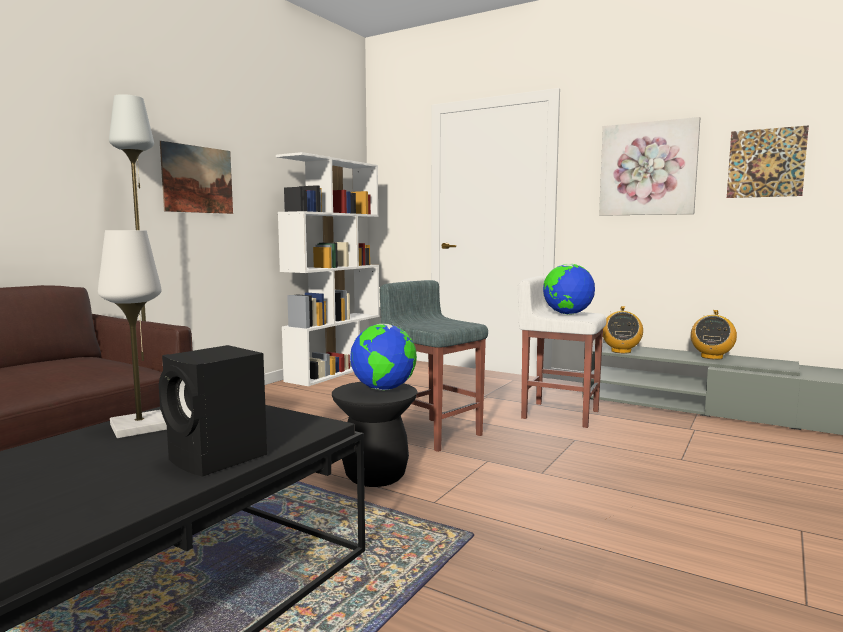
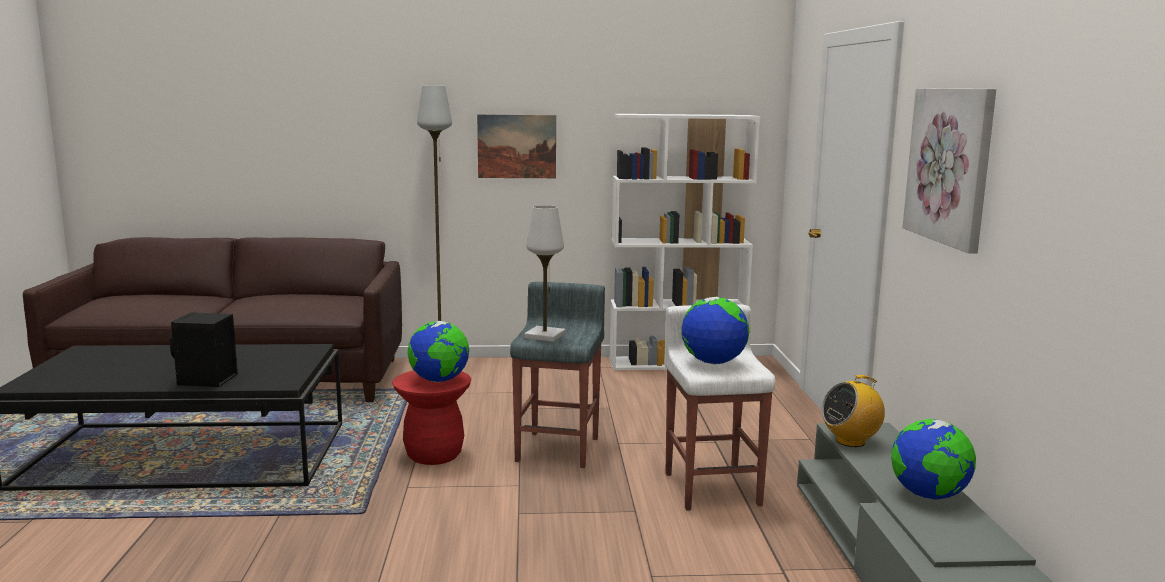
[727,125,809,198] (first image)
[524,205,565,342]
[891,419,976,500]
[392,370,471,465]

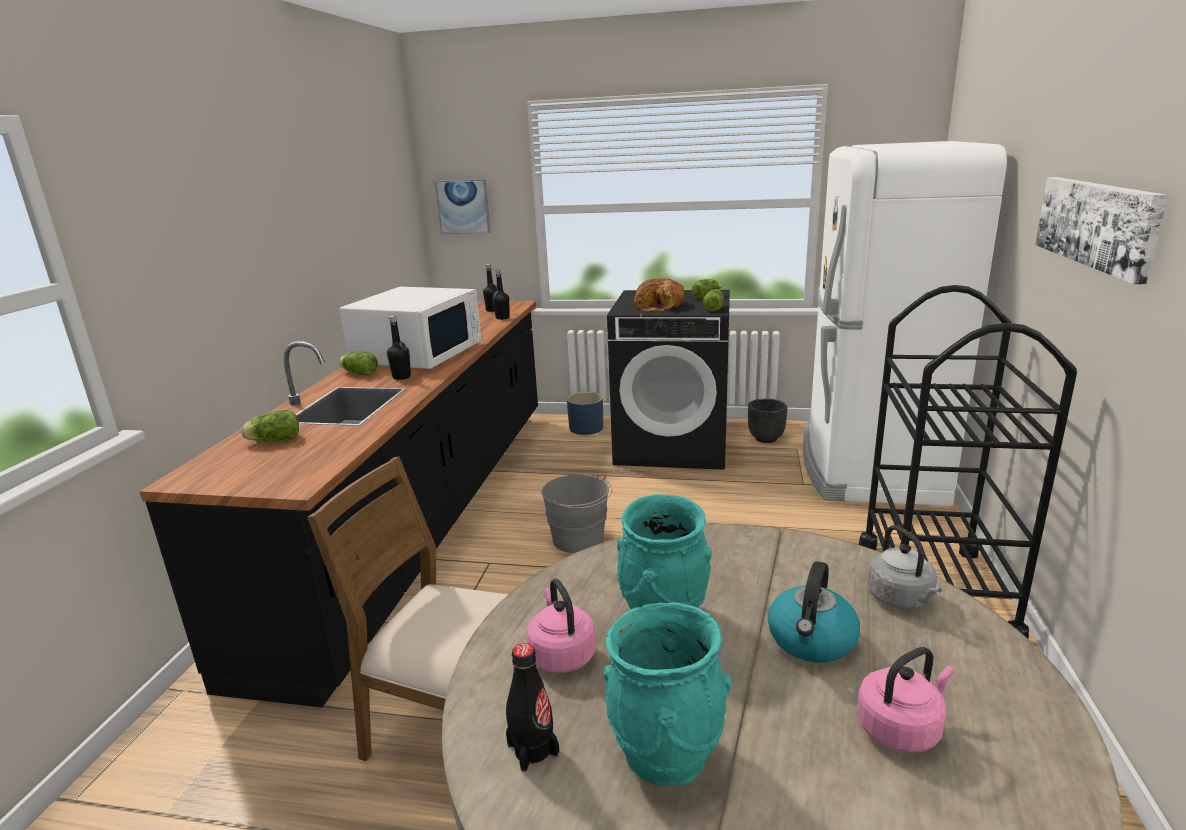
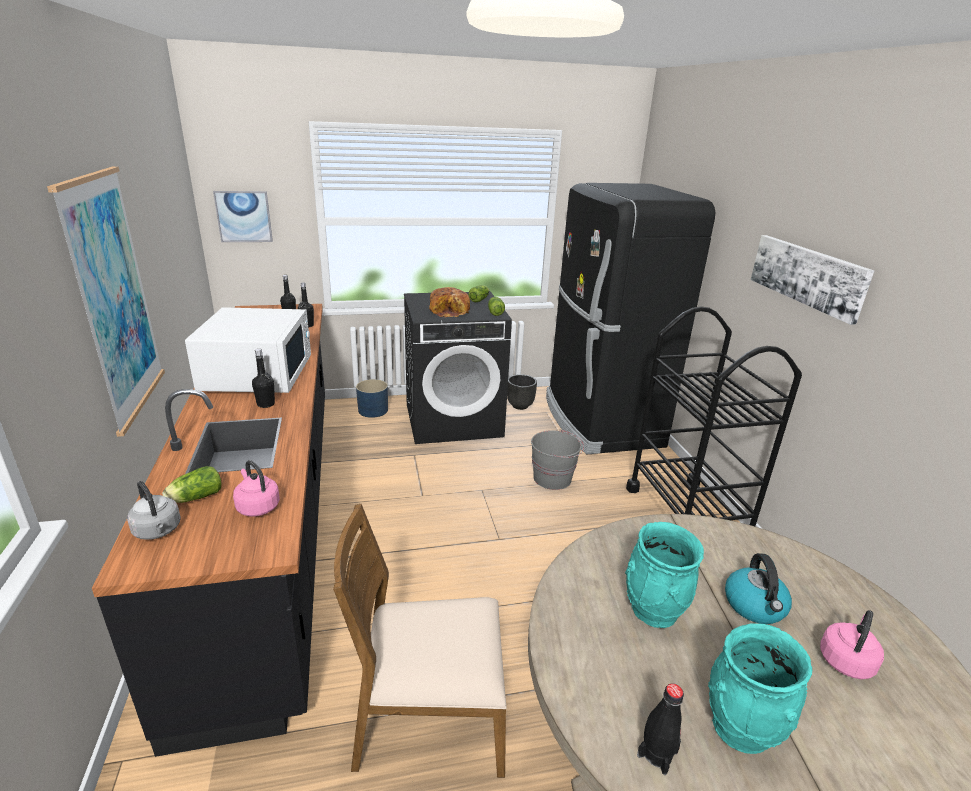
[546,183,715,454]
[339,352,378,376] (first image)
[531,430,584,490]
[127,481,181,540]
[233,460,280,517]
[47,167,165,437]

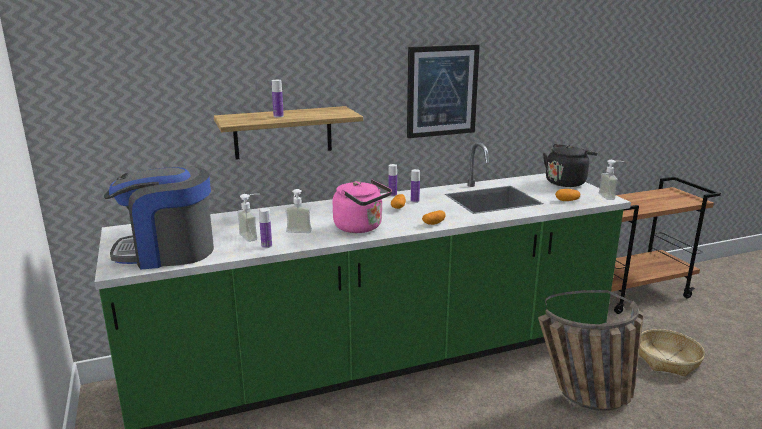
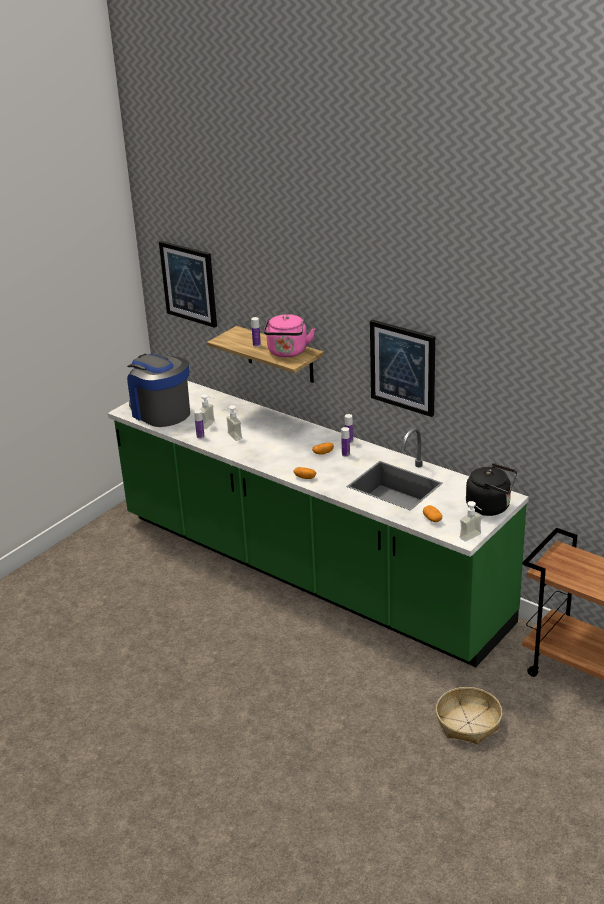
[264,314,315,357]
[538,290,643,411] (first image)
[159,241,217,328]

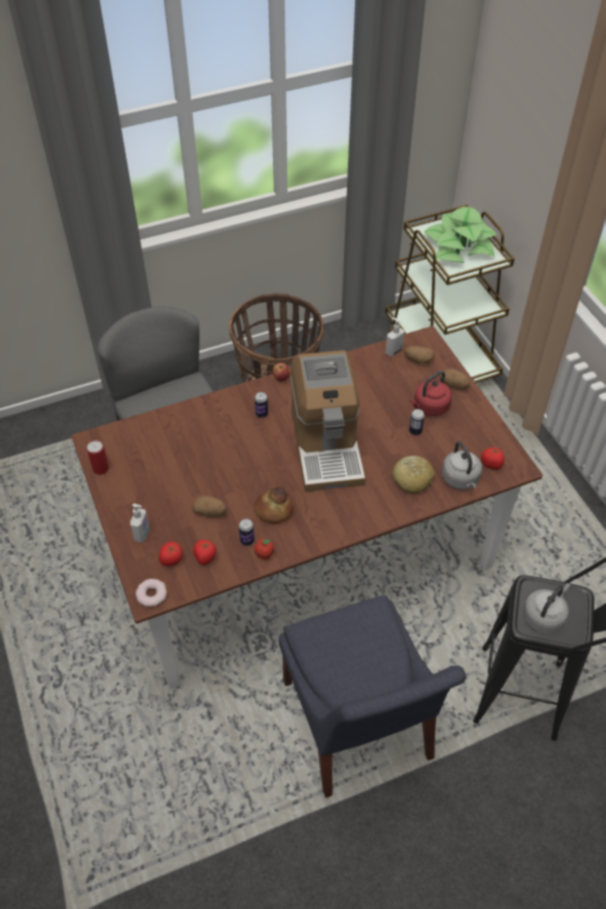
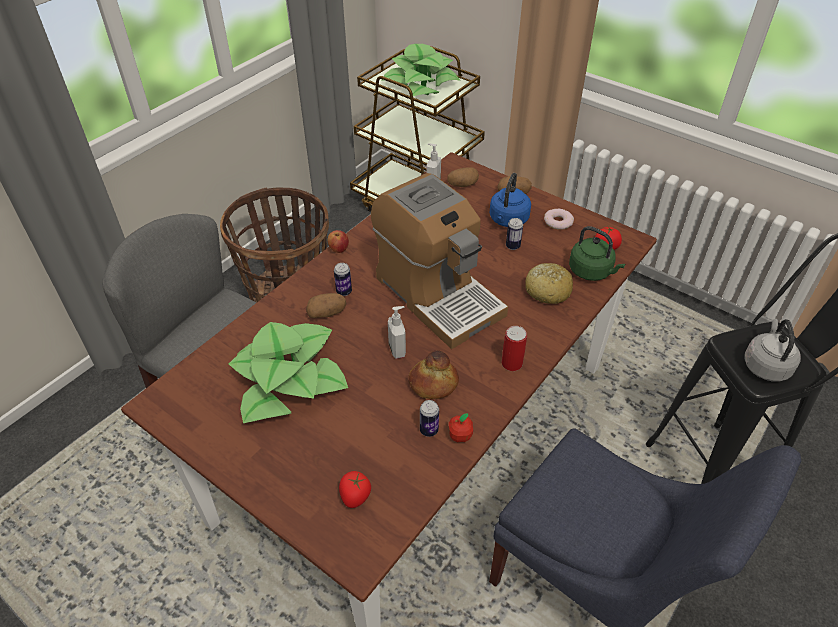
[490,173,531,227]
[502,326,527,371]
[569,226,625,281]
[306,293,347,318]
[388,306,406,359]
[193,539,216,565] (first image)
[544,209,574,230]
[229,322,348,423]

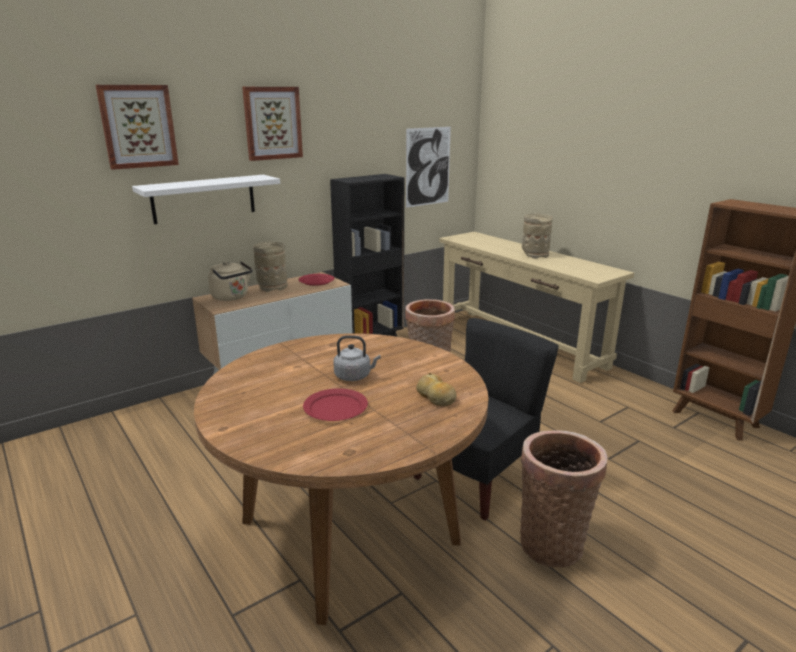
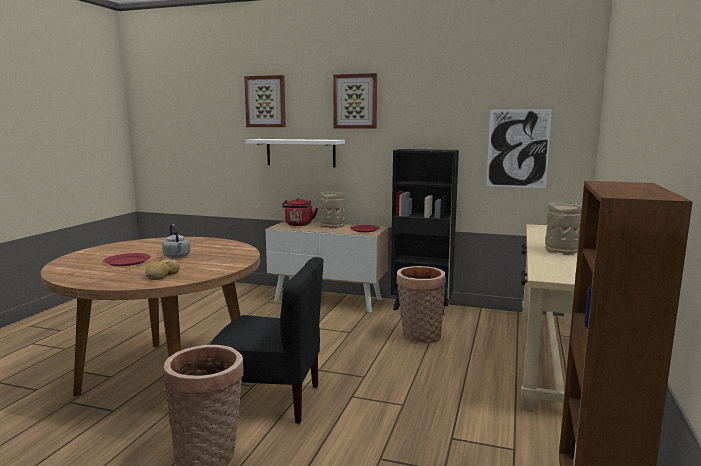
[282,198,318,226]

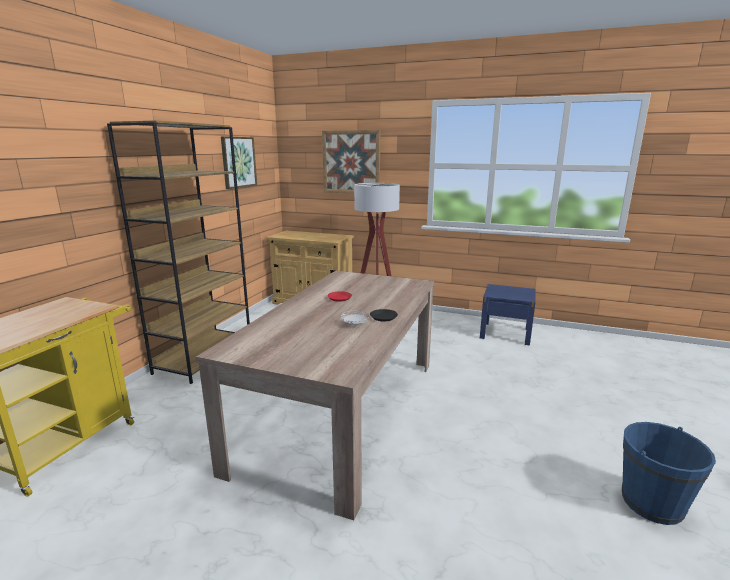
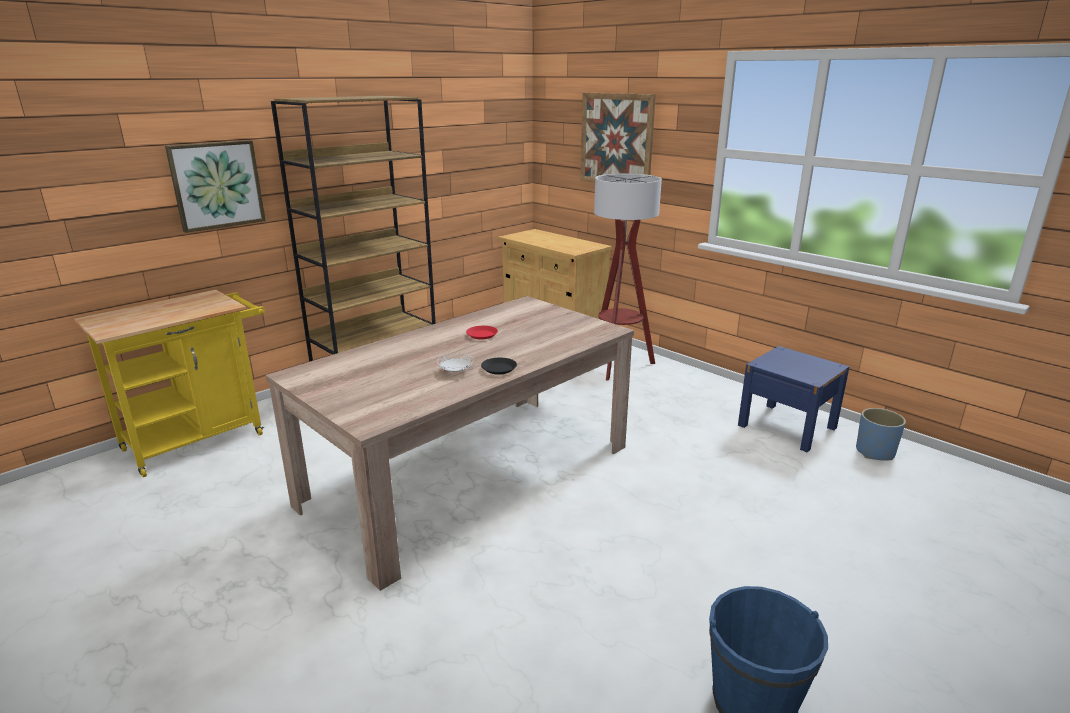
[165,140,266,233]
[856,408,906,460]

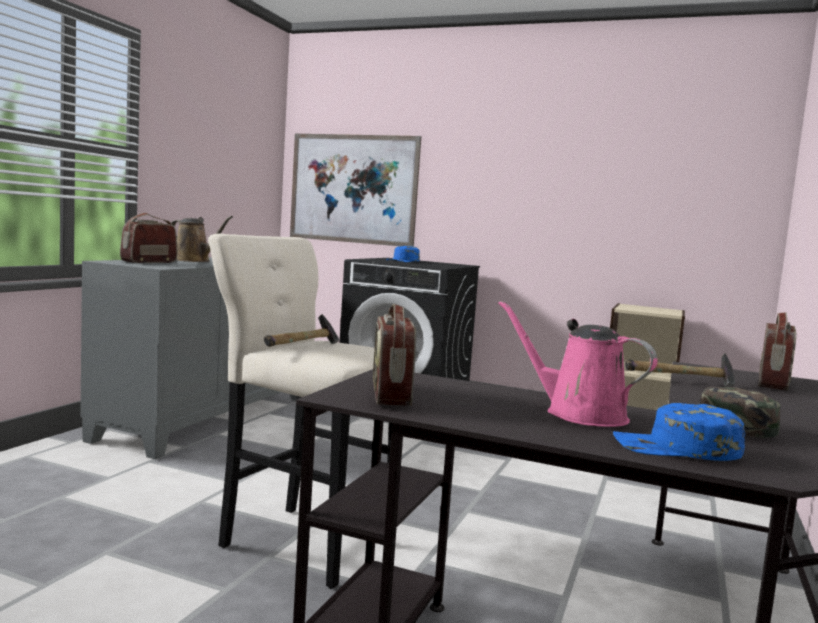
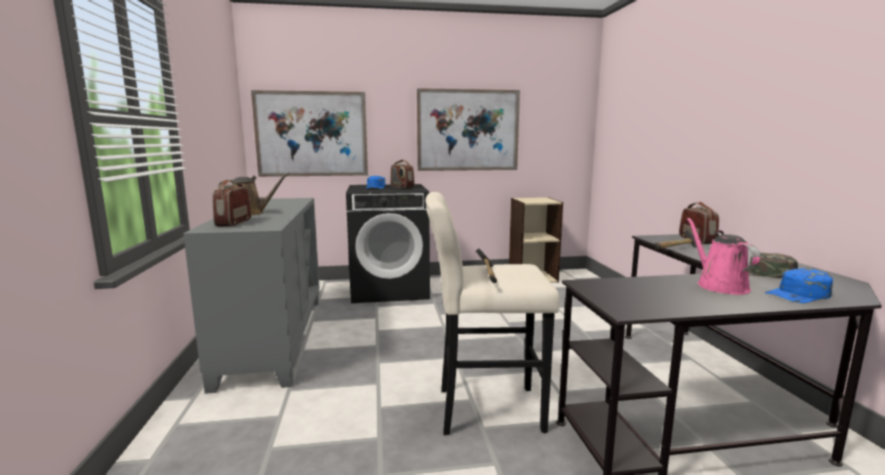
[687,218,760,295]
[390,160,415,189]
[417,88,520,171]

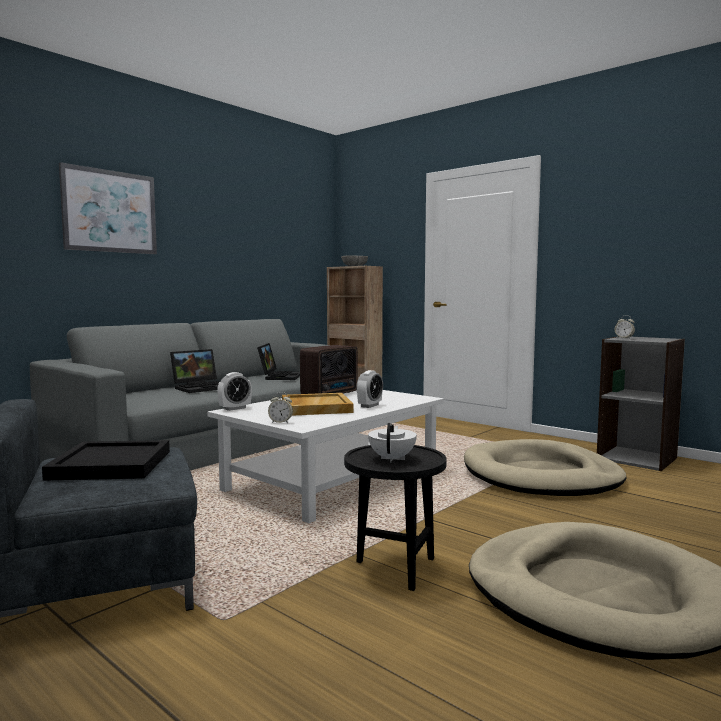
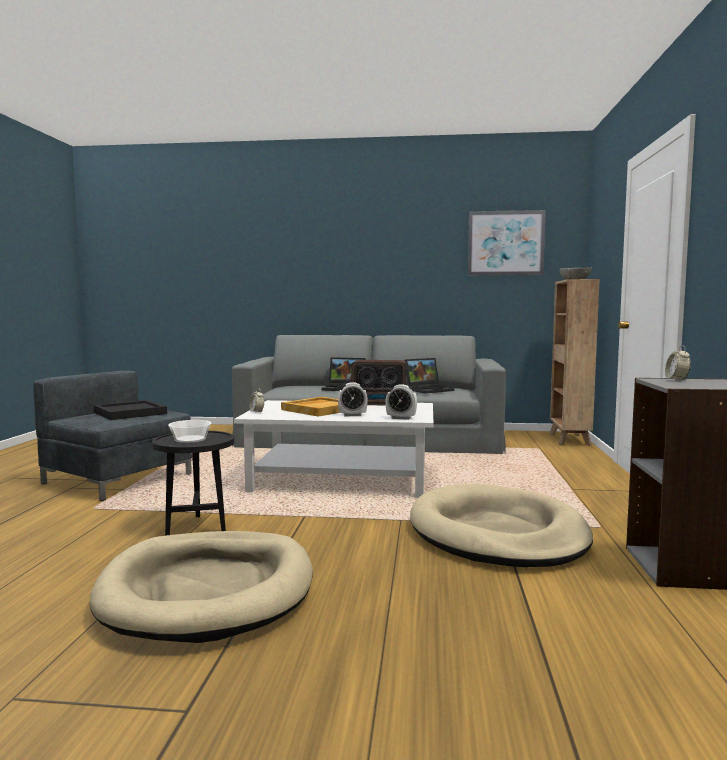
[468,210,546,275]
[385,384,417,420]
[168,420,211,443]

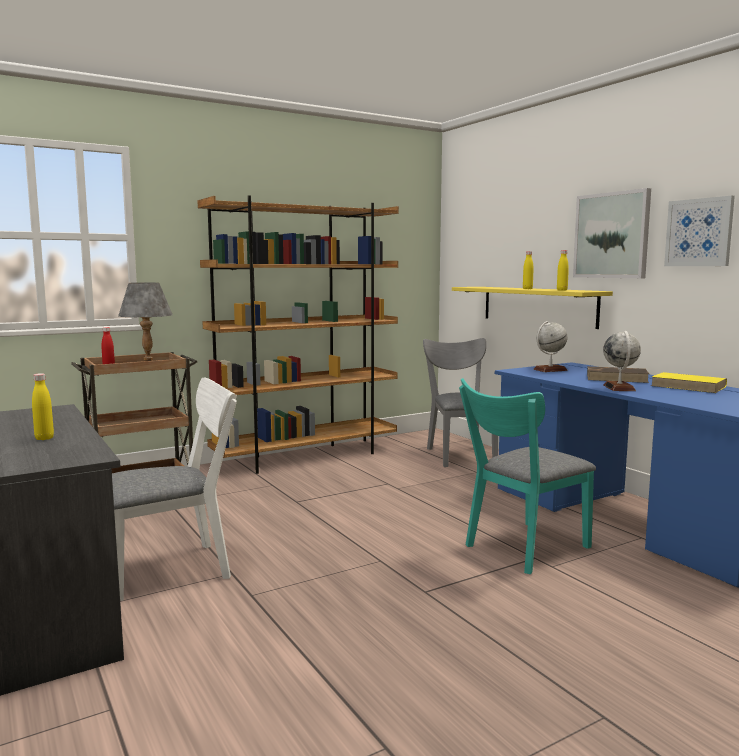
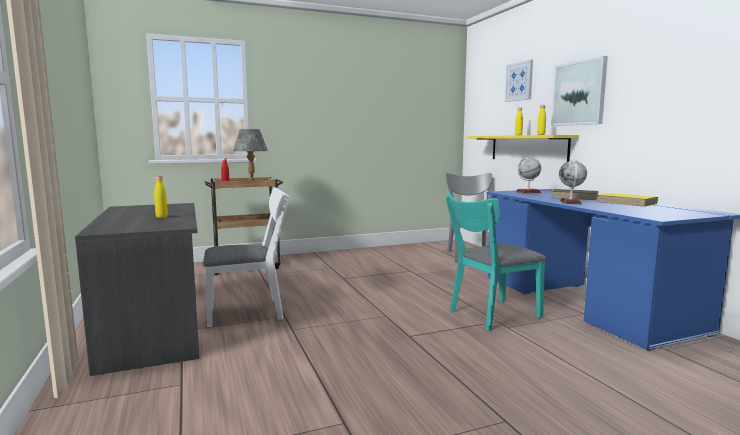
[197,195,399,474] (first image)
[505,60,533,102]

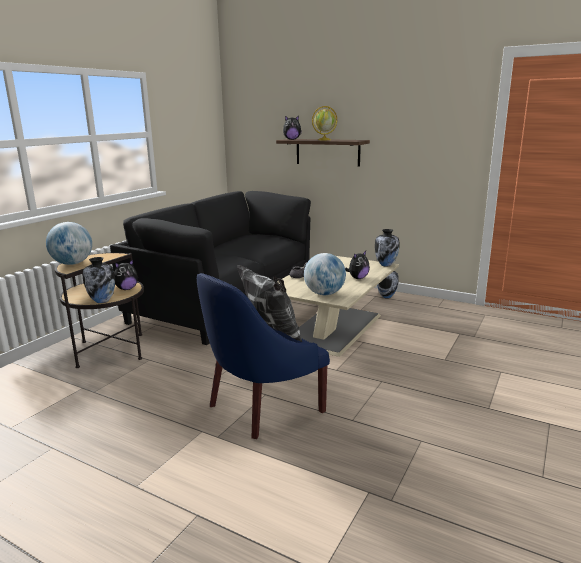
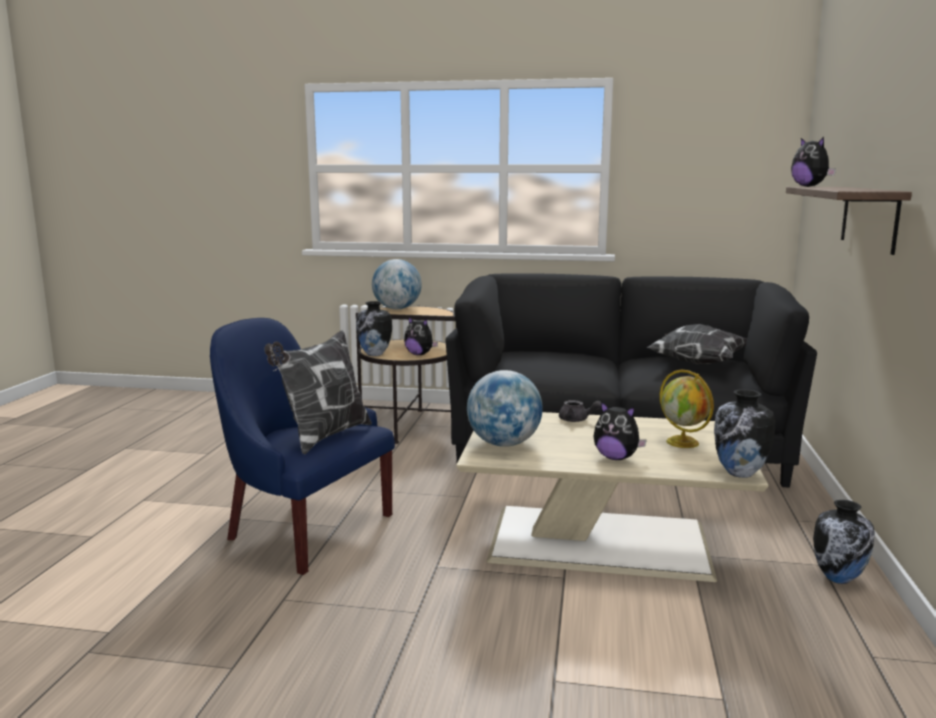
[660,370,714,448]
[647,324,747,364]

